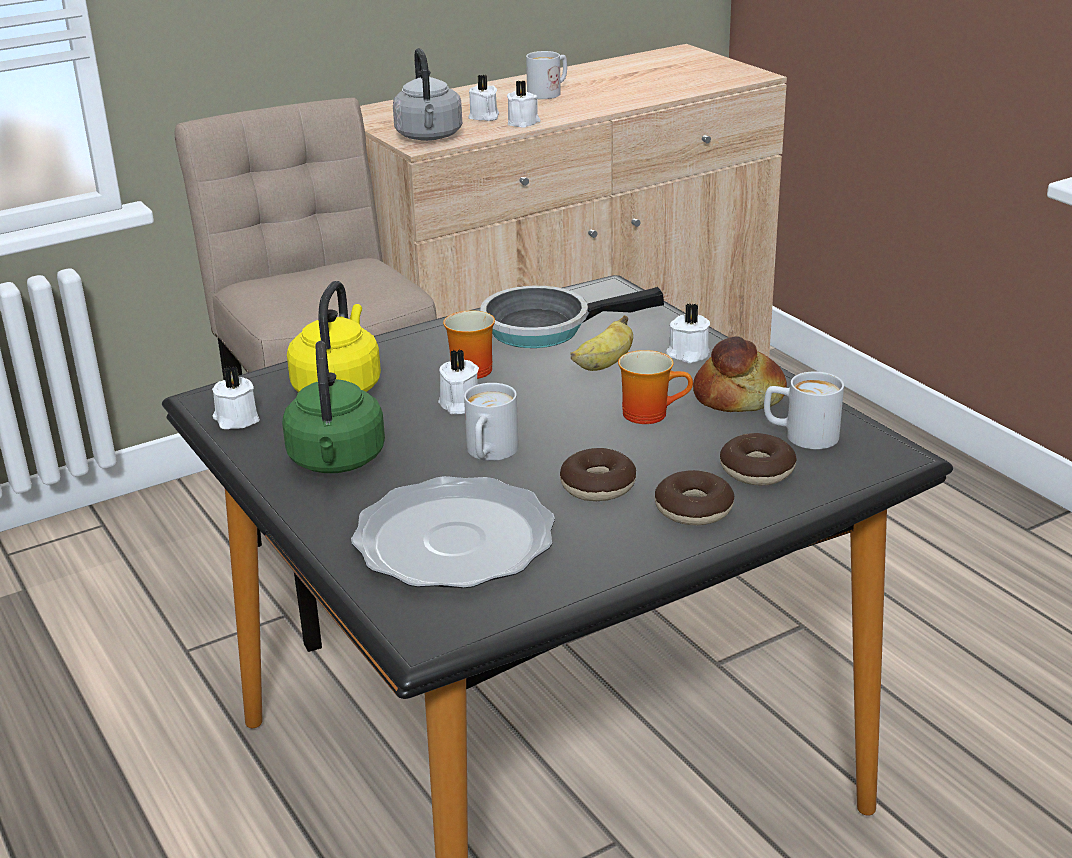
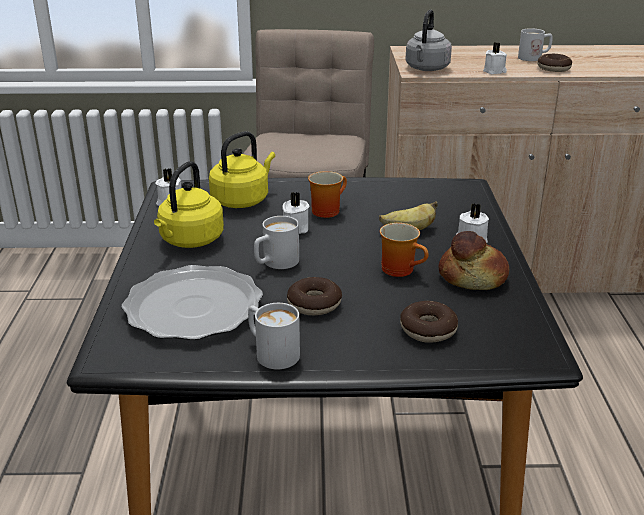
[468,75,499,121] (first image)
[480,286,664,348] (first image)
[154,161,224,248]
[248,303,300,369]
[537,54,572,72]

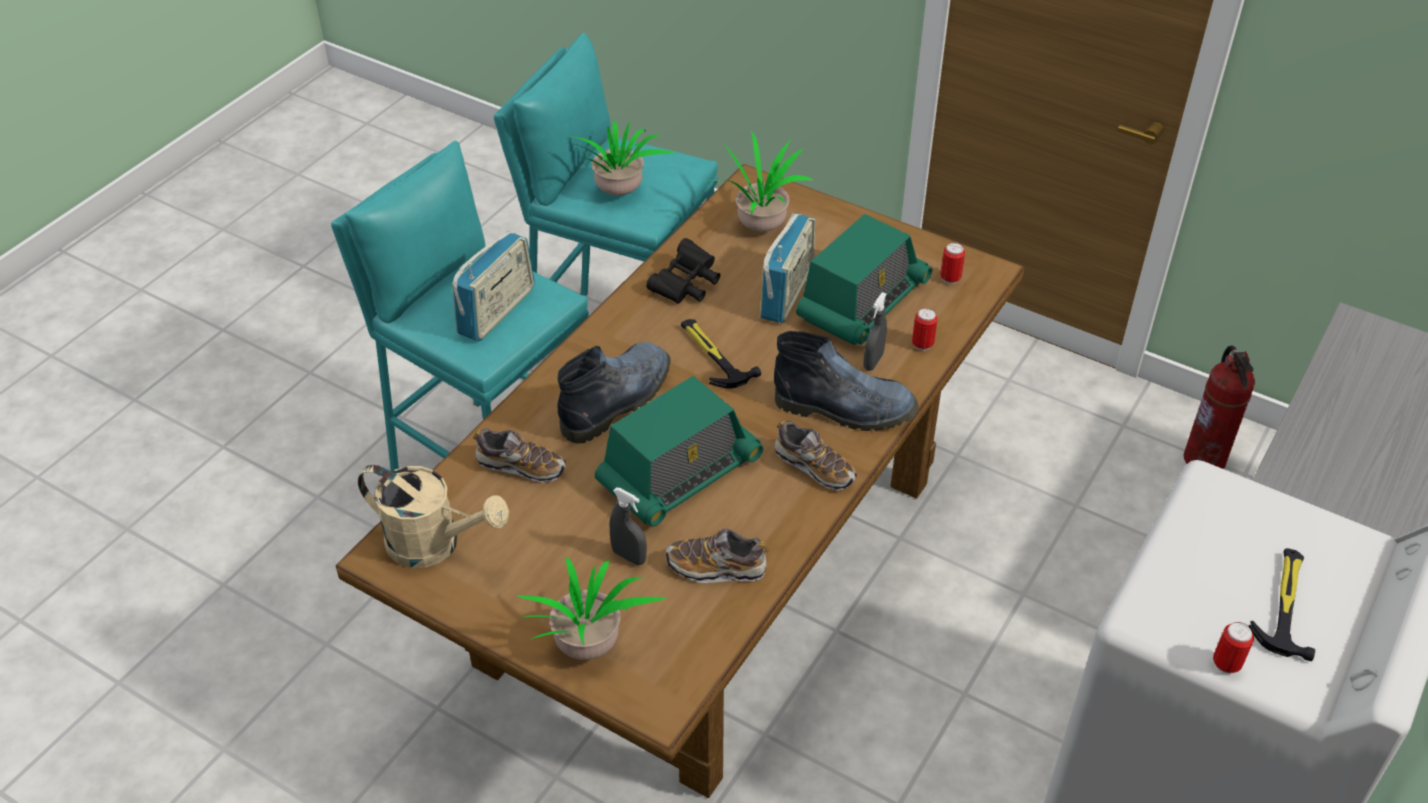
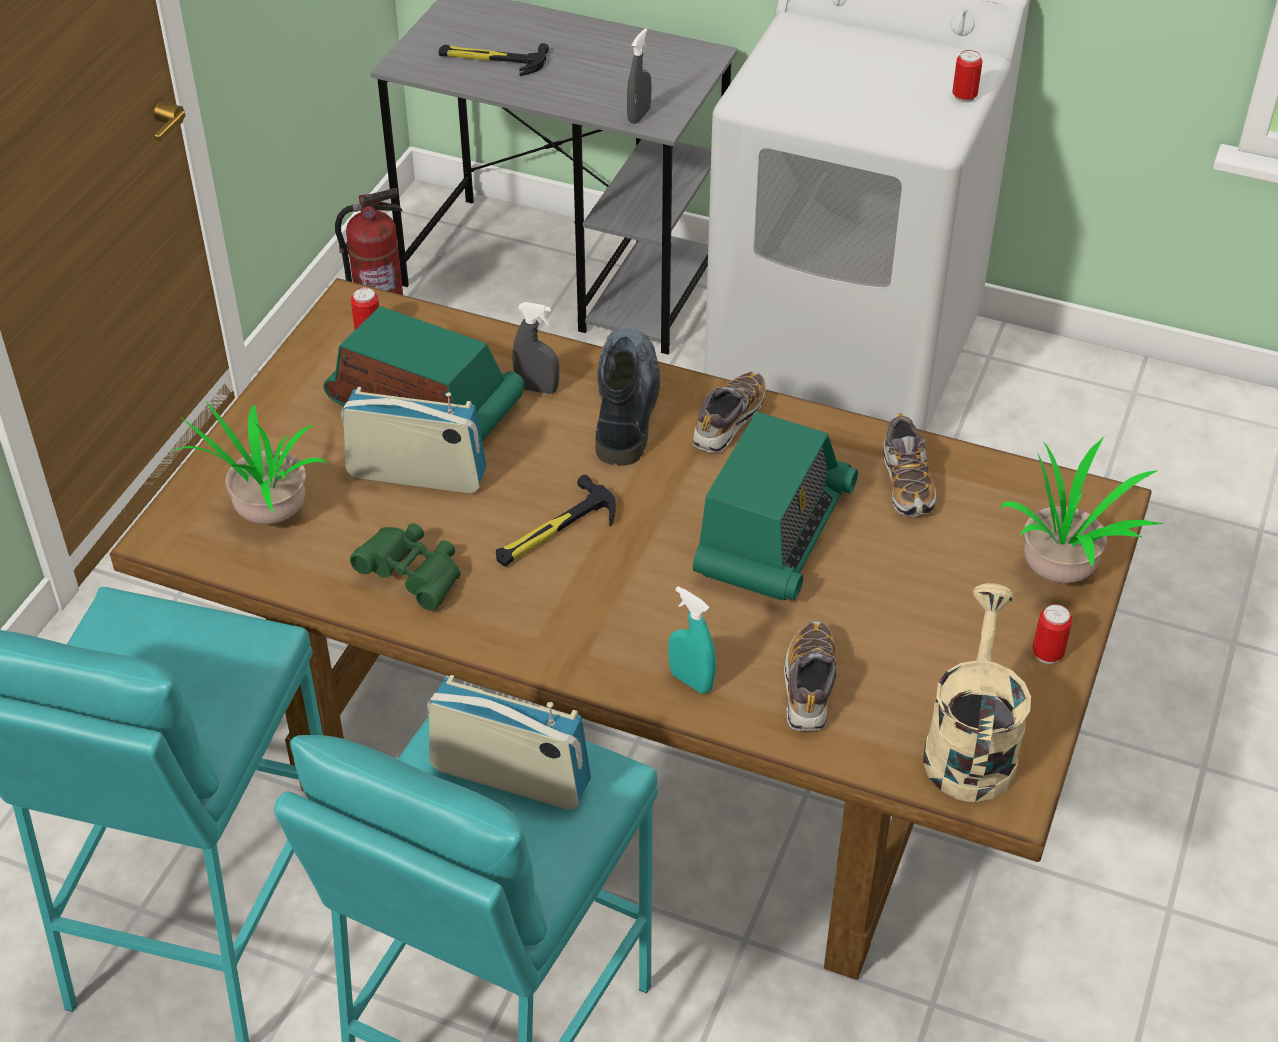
[572,121,676,196] (first image)
[350,523,460,610]
[1032,604,1072,664]
[557,342,671,443] (first image)
[693,411,858,601]
[627,28,651,124]
[439,43,549,76]
[668,586,716,693]

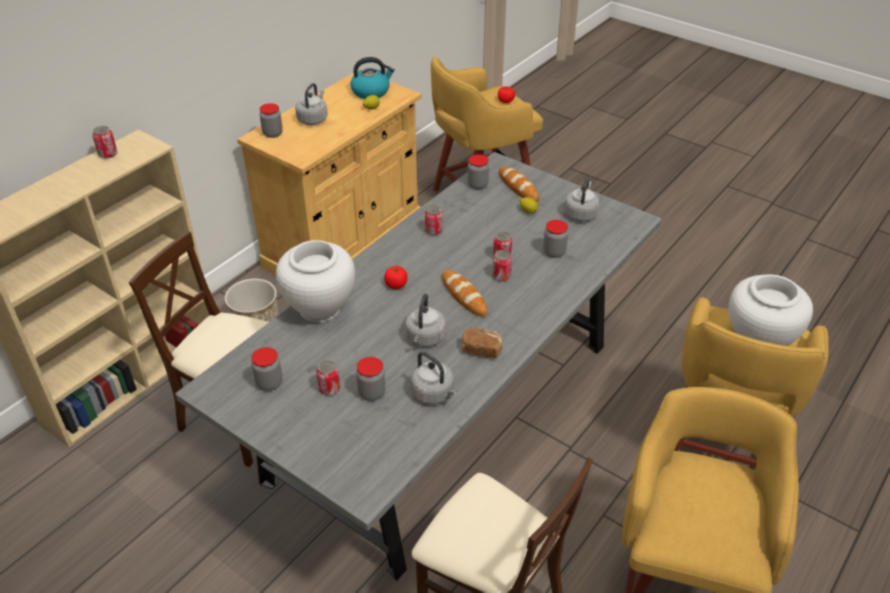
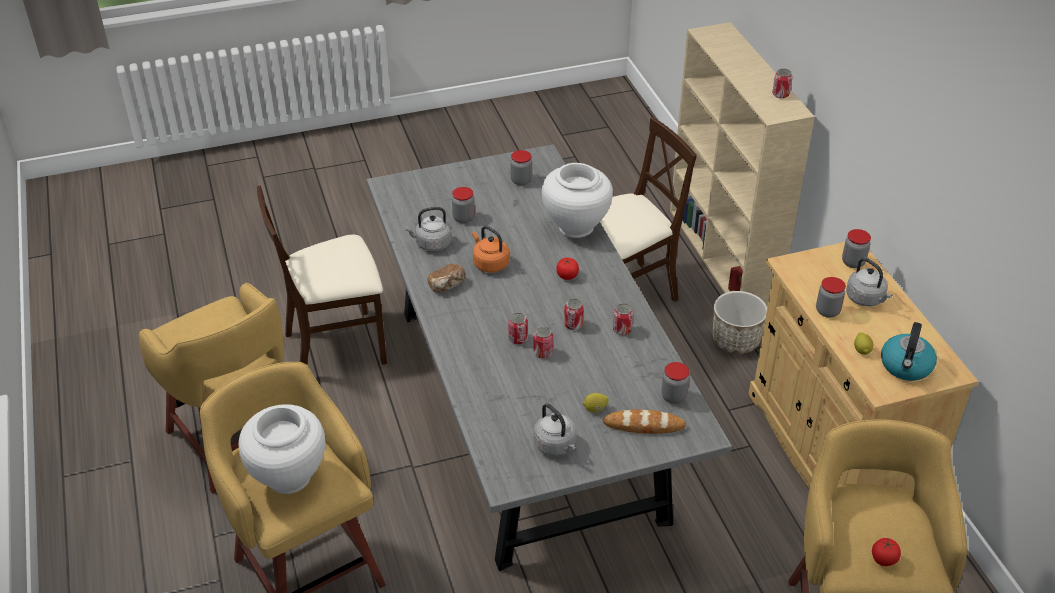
[816,277,846,318]
[442,270,487,316] (first image)
[472,226,509,272]
[564,298,584,330]

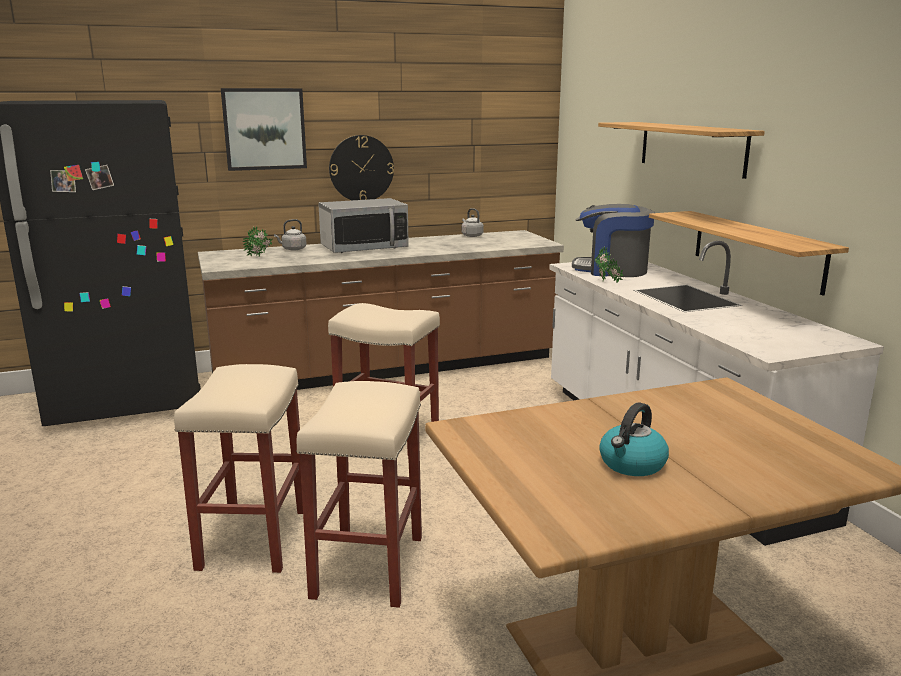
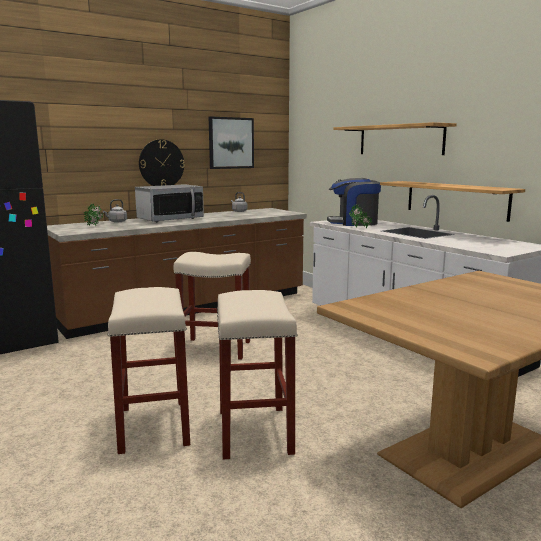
[209,116,254,169]
[599,402,669,476] (first image)

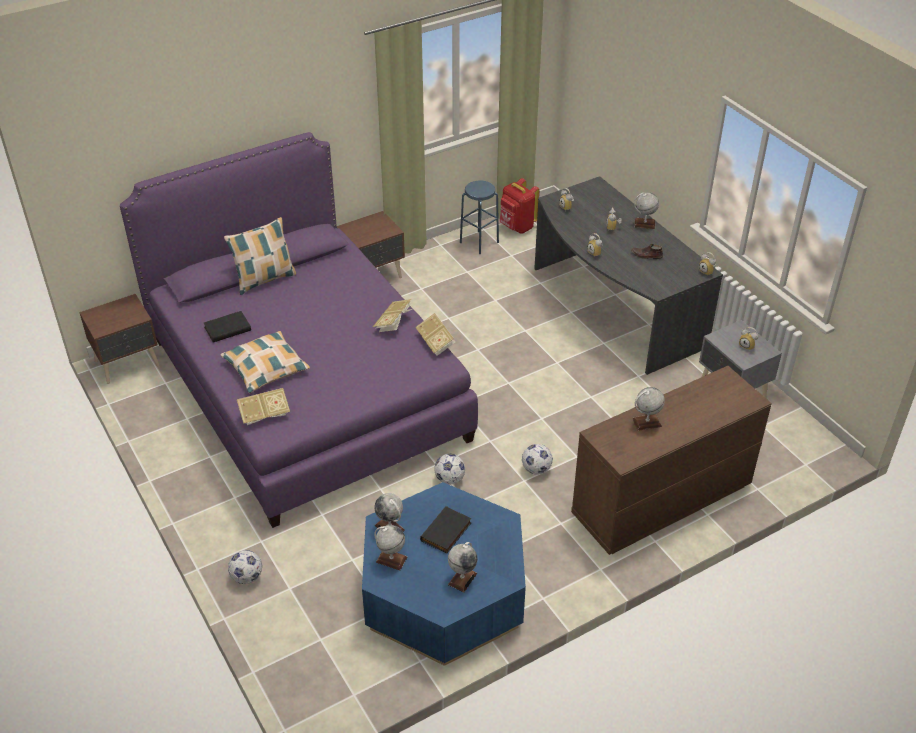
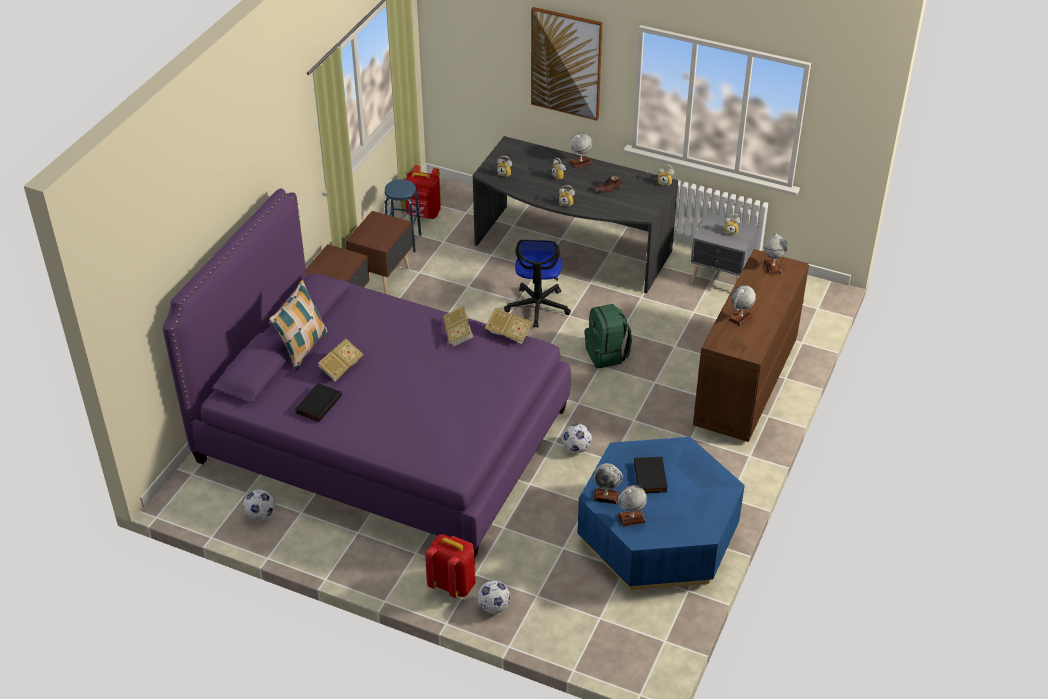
[346,211,413,294]
[220,331,310,393] (first image)
[318,339,364,381]
[243,489,275,521]
[764,233,788,275]
[531,7,603,121]
[504,239,571,328]
[585,304,632,368]
[425,534,476,598]

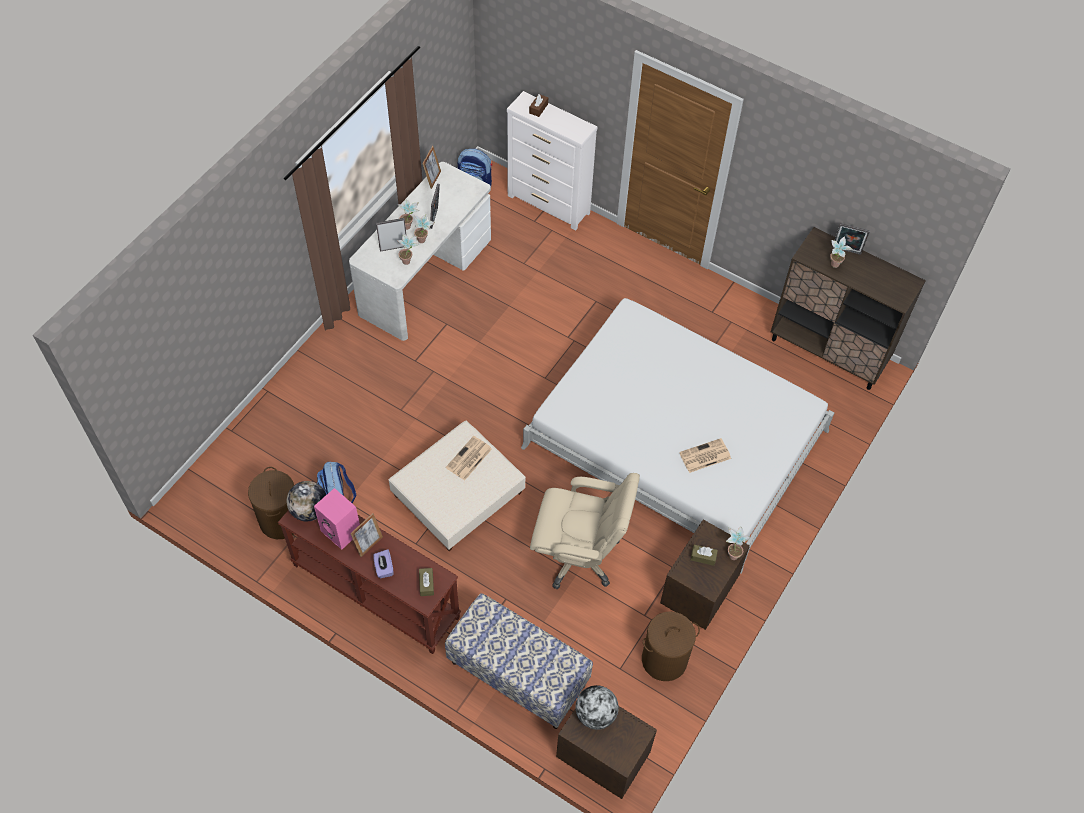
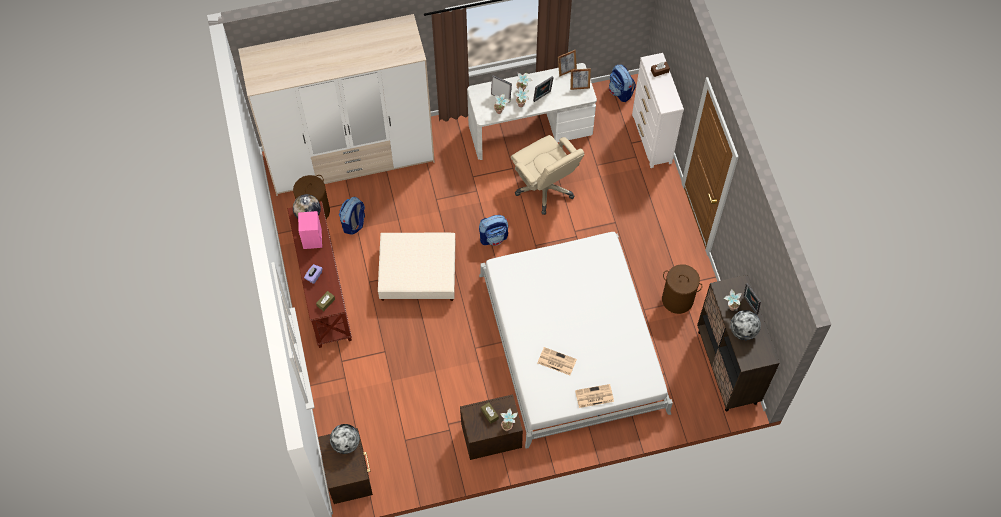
[575,384,614,408]
[511,135,584,215]
[570,68,591,90]
[445,593,593,729] (first image)
[662,264,702,314]
[238,14,435,196]
[479,215,508,246]
[730,310,761,340]

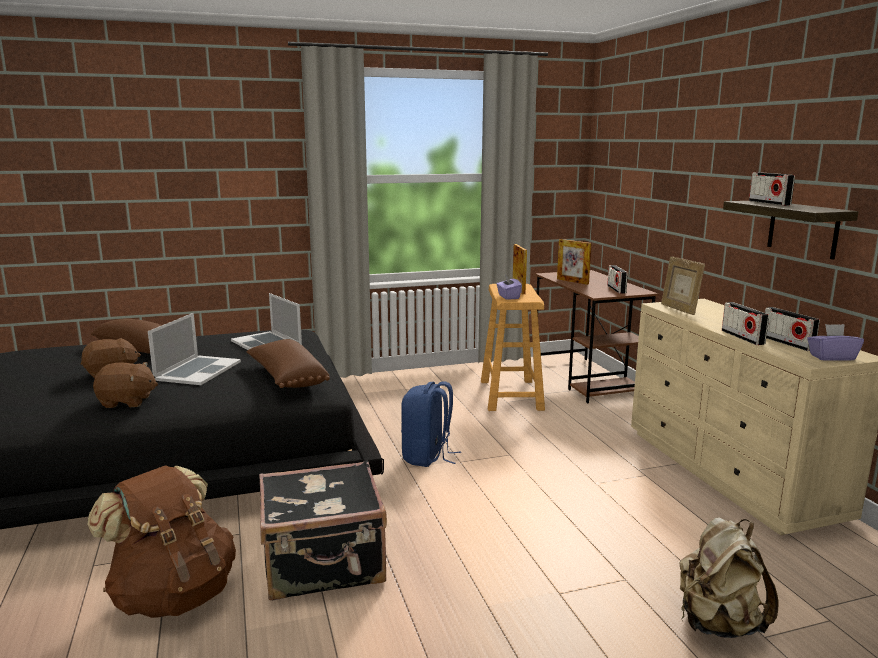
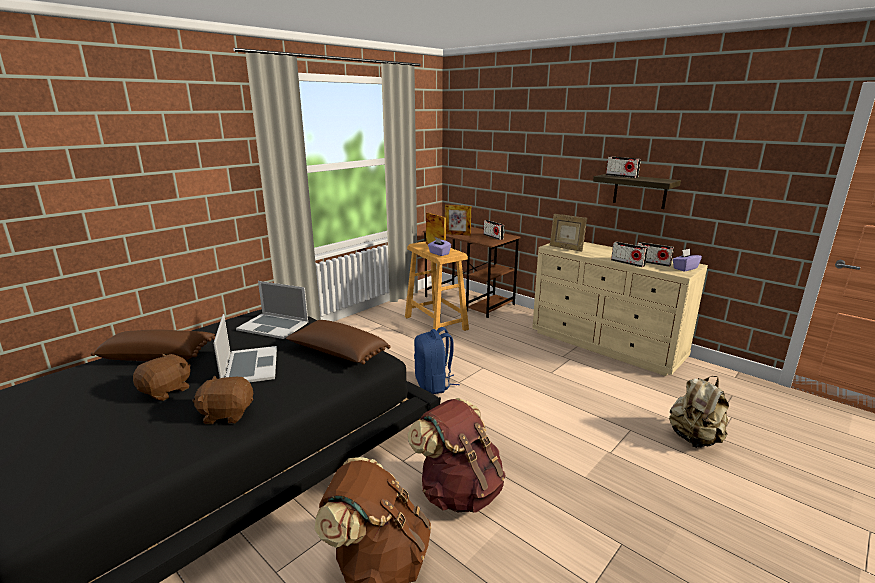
[192,375,253,424]
[408,398,506,513]

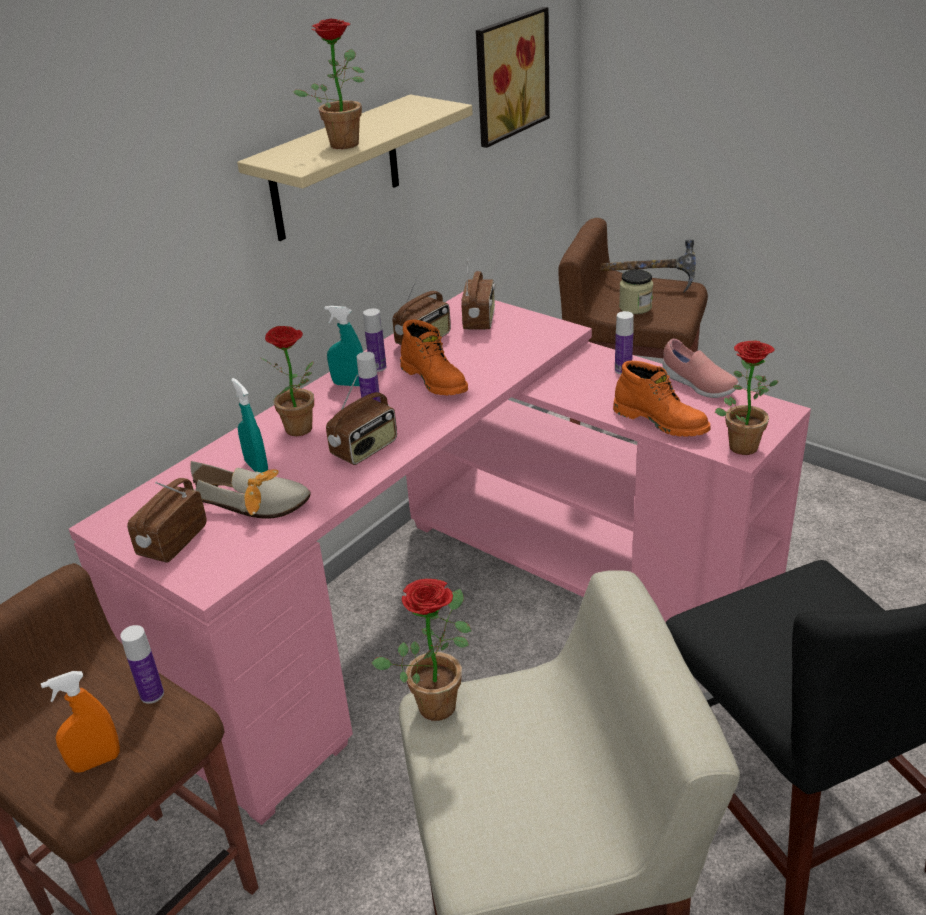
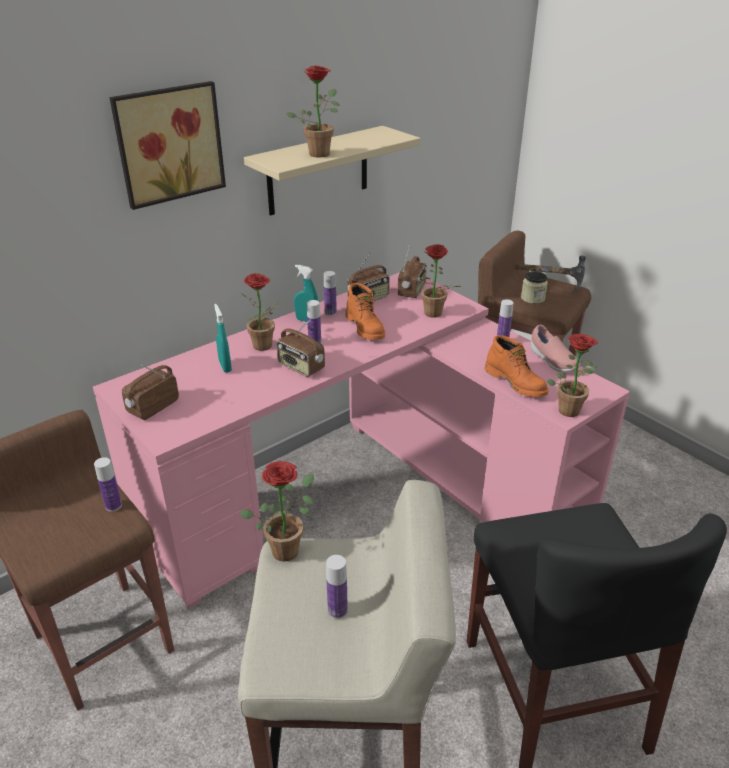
[109,81,226,210]
[276,320,325,377]
[190,461,311,519] (first image)
[41,671,120,773] (first image)
[412,244,461,318]
[326,555,348,619]

